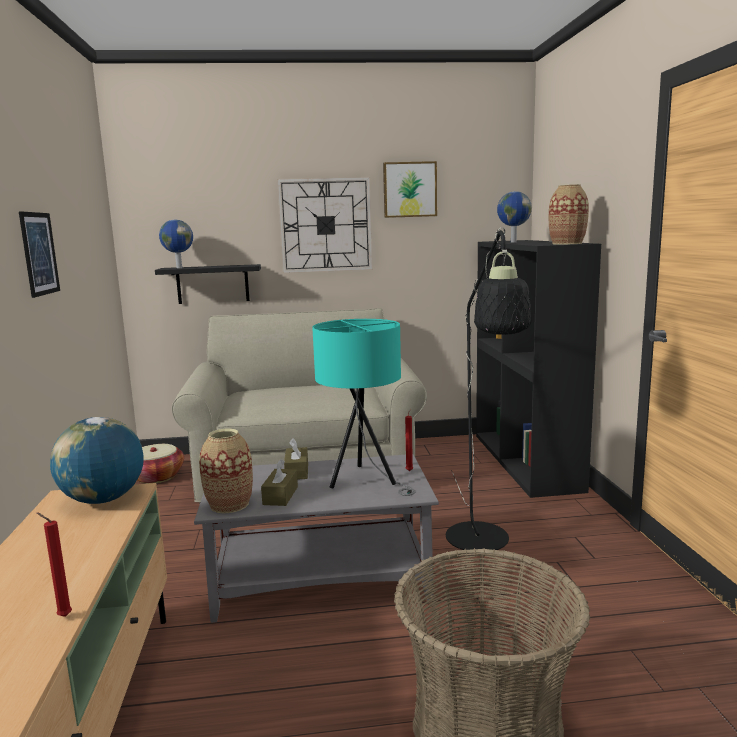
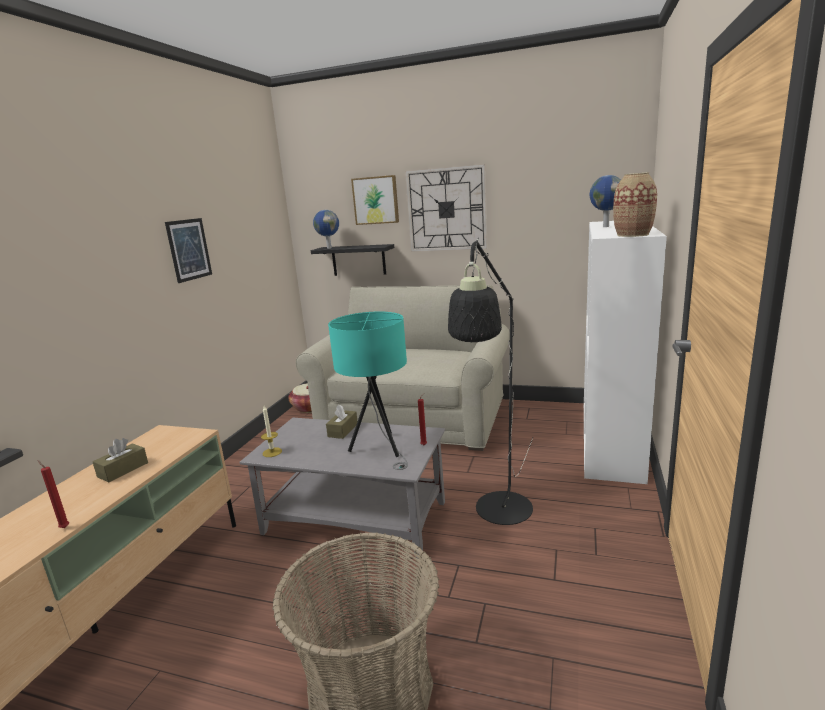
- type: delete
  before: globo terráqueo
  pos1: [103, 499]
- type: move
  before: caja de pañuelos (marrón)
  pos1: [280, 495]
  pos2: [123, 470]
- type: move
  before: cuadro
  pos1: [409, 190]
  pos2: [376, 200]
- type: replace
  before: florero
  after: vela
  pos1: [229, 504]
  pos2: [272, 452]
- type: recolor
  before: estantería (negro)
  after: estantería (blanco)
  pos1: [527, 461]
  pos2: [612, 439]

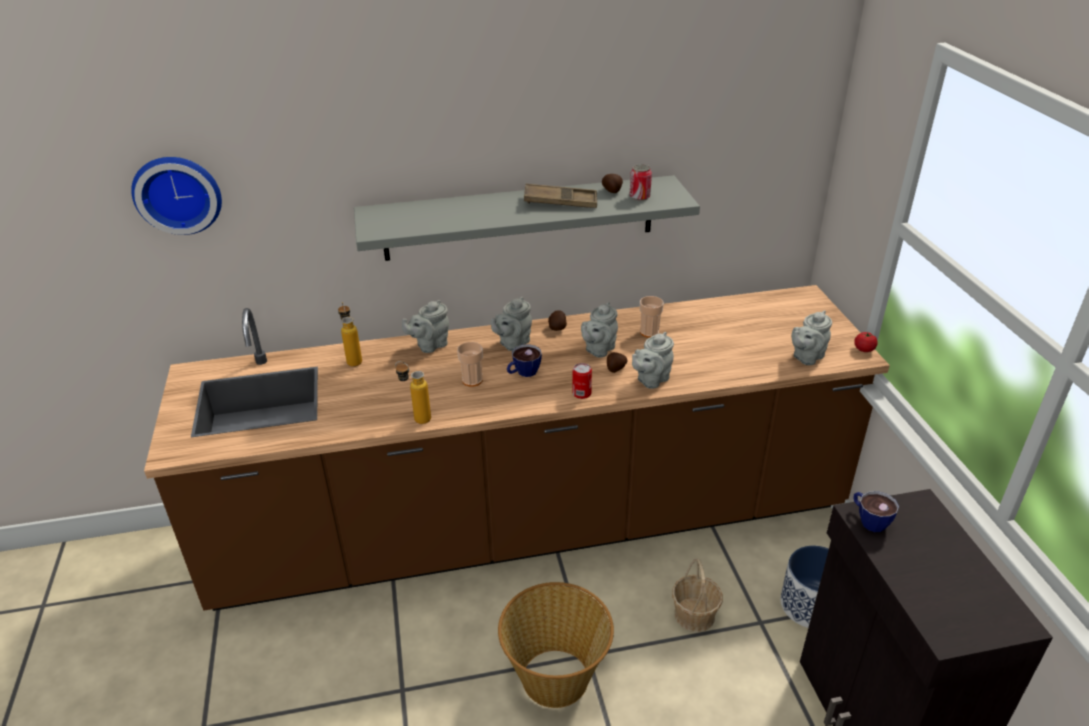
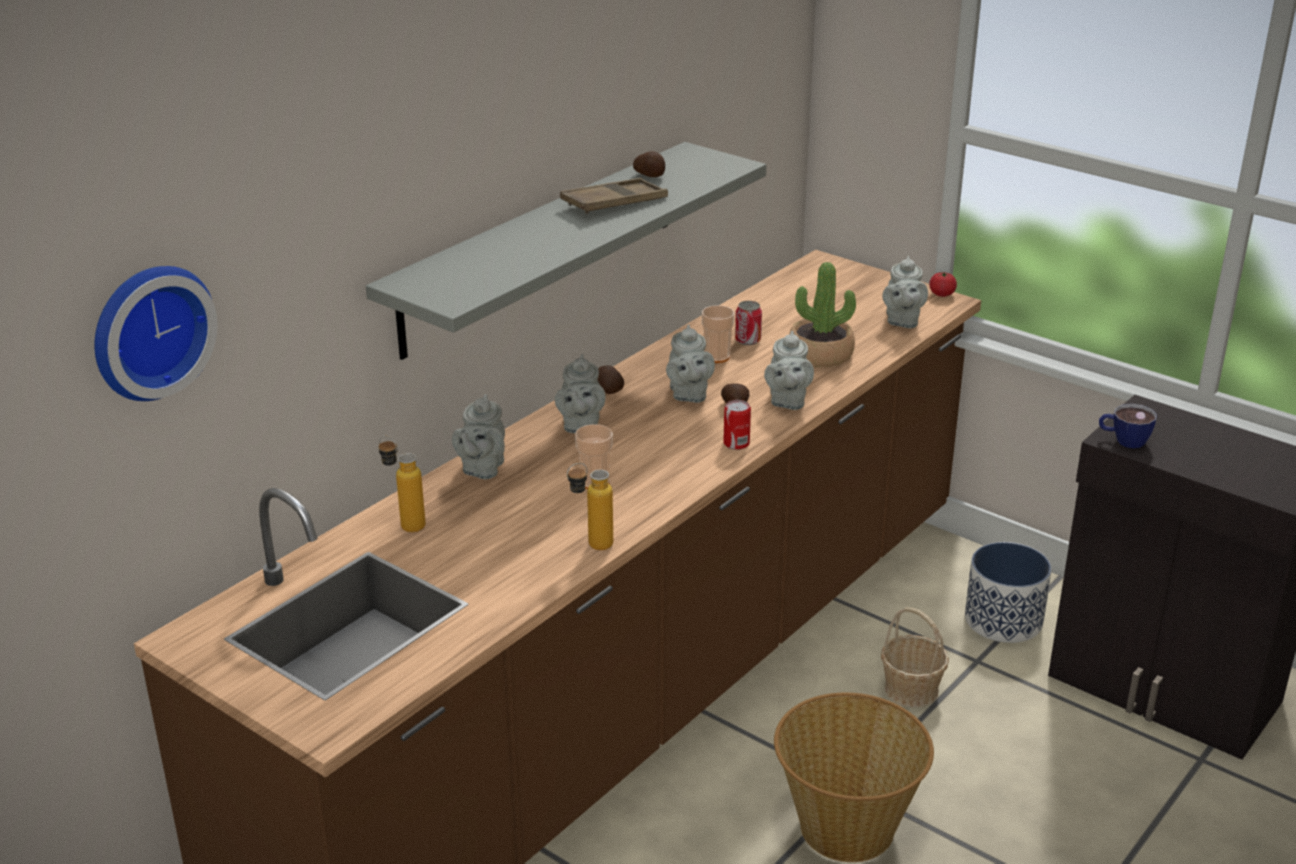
- type: delete
  before: taza
  pos1: [523, 373]
- type: insert
  after: planta en maceta
  pos2: [820, 355]
- type: move
  before: lata
  pos1: [639, 197]
  pos2: [747, 340]

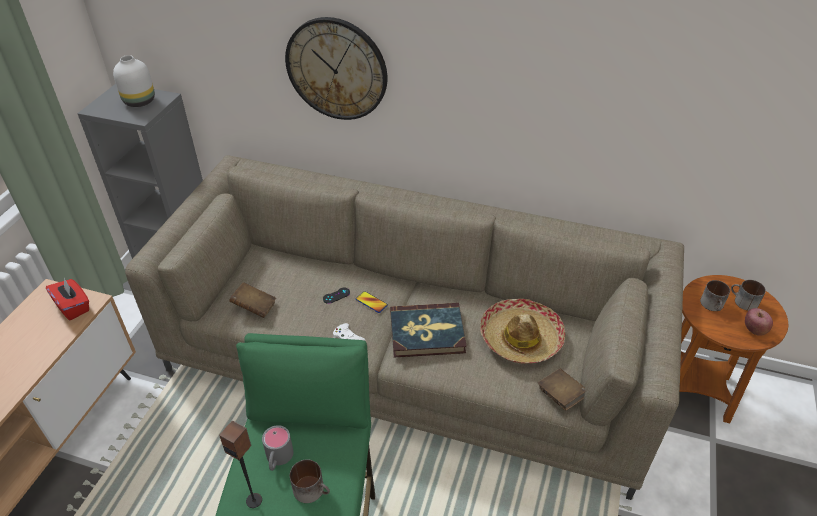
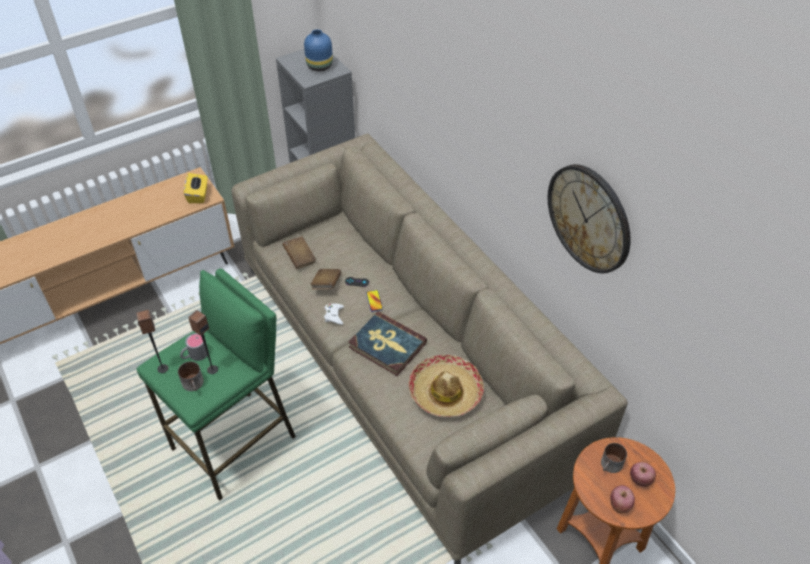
- type: insert
  after: altavoz
  pos2: [212, 369]
- type: move
  before: reloj de pared
  pos1: [336, 69]
  pos2: [589, 218]
- type: move
  before: libro (marrón)
  pos1: [561, 396]
  pos2: [326, 285]
- type: replace
  before: taza grande
  after: manzana
  pos1: [742, 302]
  pos2: [640, 480]
- type: recolor
  before: caja de pañuelos (rojo)
  after: caja de pañuelos (amarillo)
  pos1: [73, 307]
  pos2: [198, 195]
- type: recolor
  before: florero (blanco)
  after: florero (azul)
  pos1: [138, 102]
  pos2: [319, 66]

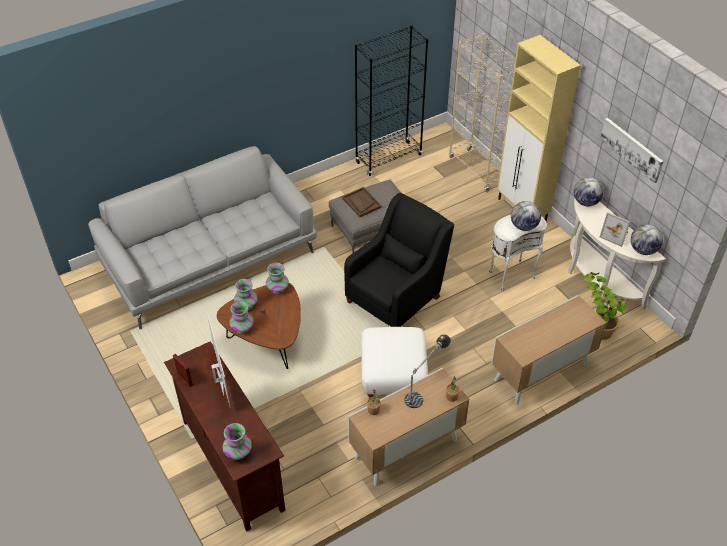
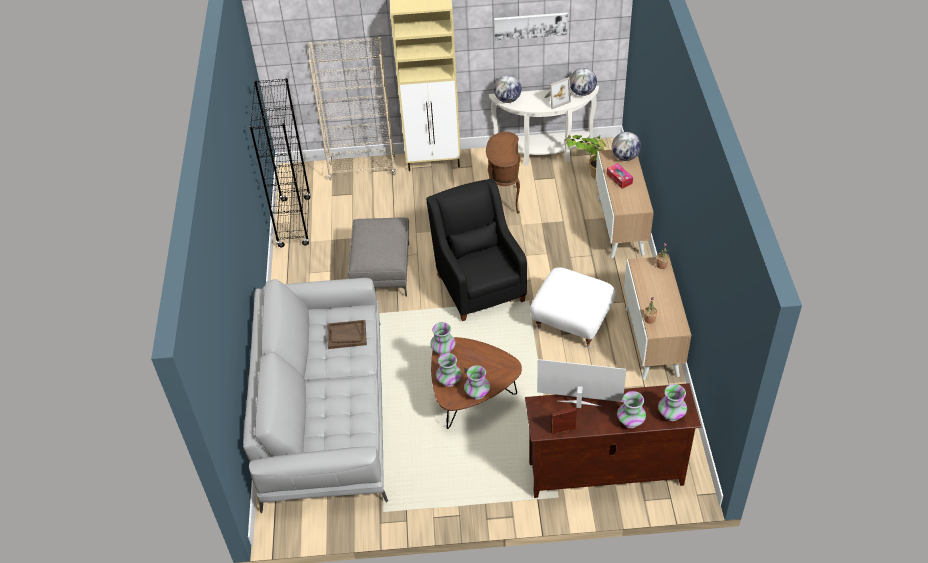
- type: delete
  before: lámpara de mesa
  pos1: [425, 387]
- type: insert
  after: caja de pañuelos
  pos2: [619, 179]
- type: insert
  after: florero
  pos2: [630, 421]
- type: move
  before: bandeja (marrón)
  pos1: [361, 203]
  pos2: [346, 335]
- type: move
  before: globo terráqueo
  pos1: [523, 226]
  pos2: [625, 157]
- type: recolor
  before: mesa auxiliar (blanco)
  after: mesa auxiliar (marrón)
  pos1: [510, 274]
  pos2: [503, 200]

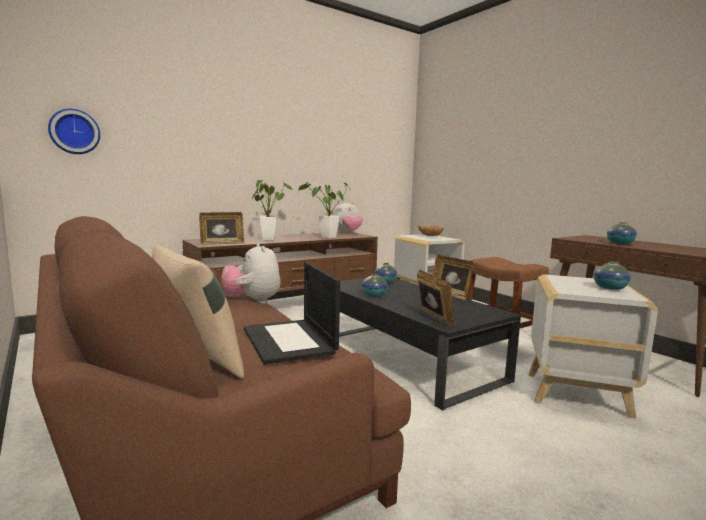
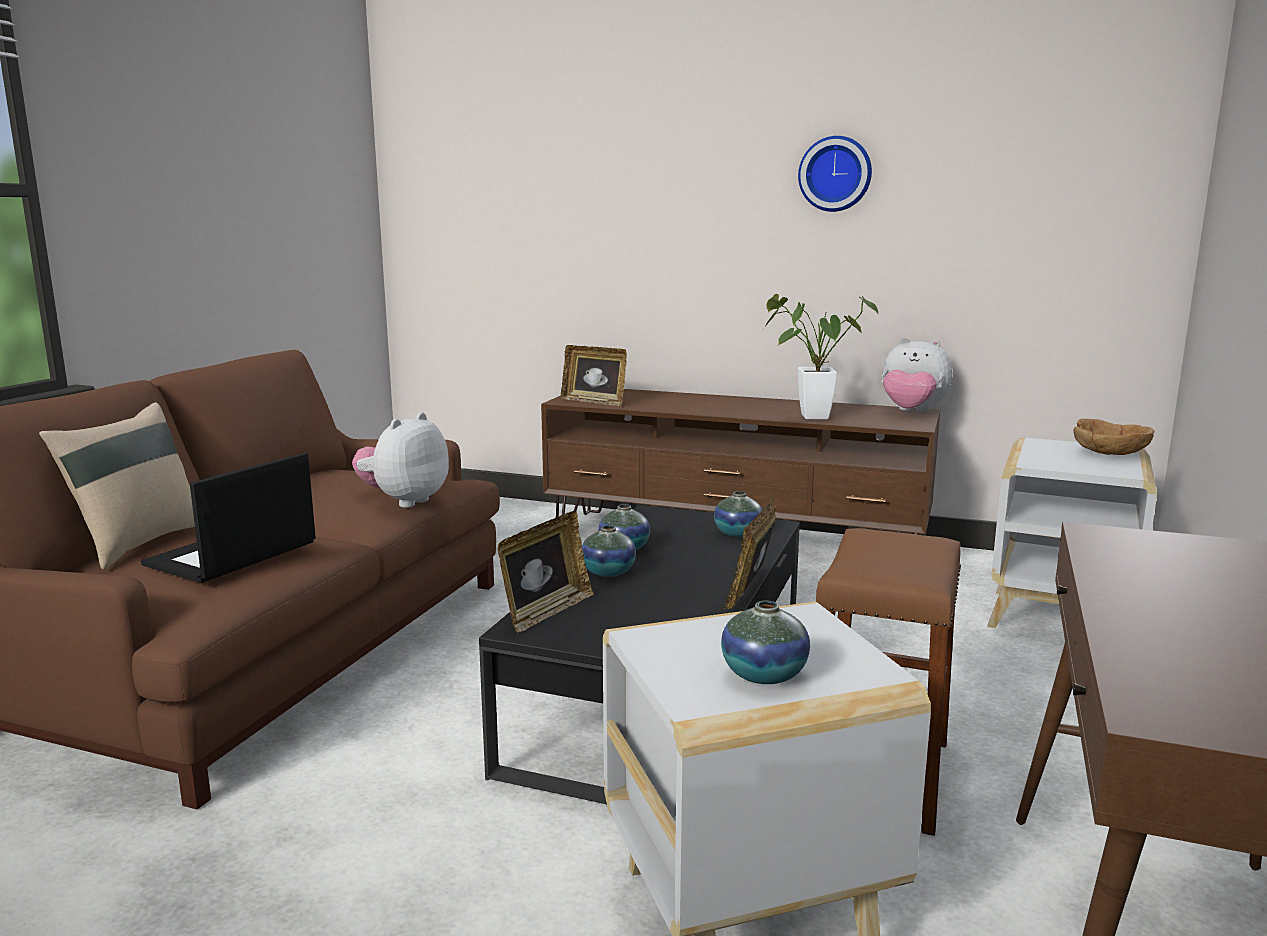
- type: delete
  before: planta en maceta
  pos1: [268, 239]
- type: move
  before: reloj de pared
  pos1: [74, 132]
  pos2: [835, 174]
- type: move
  before: florero
  pos1: [620, 243]
  pos2: [608, 572]

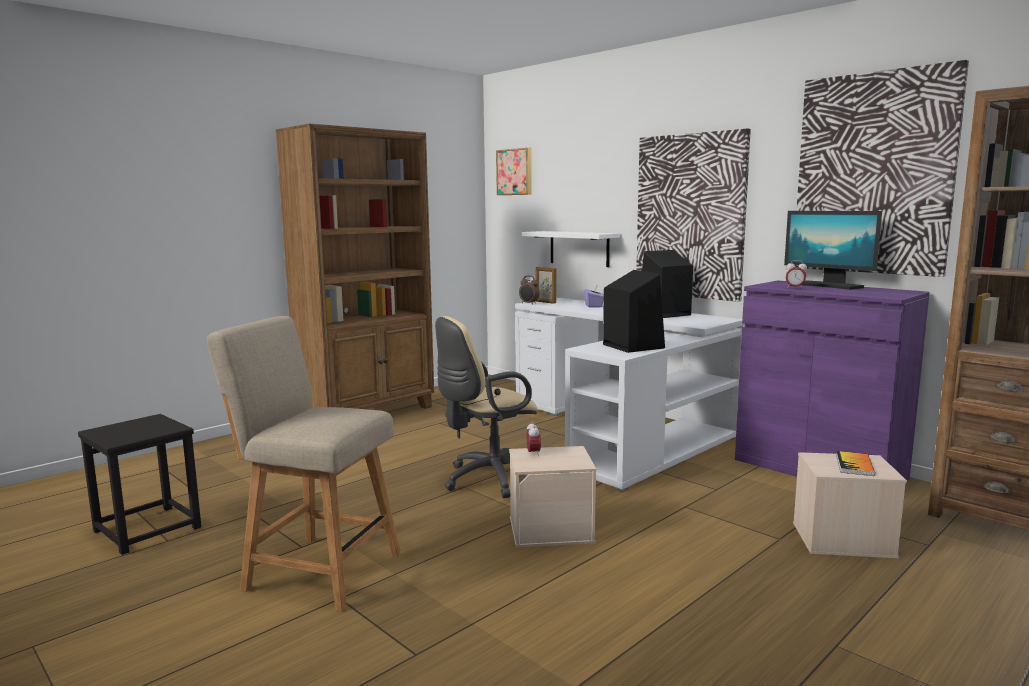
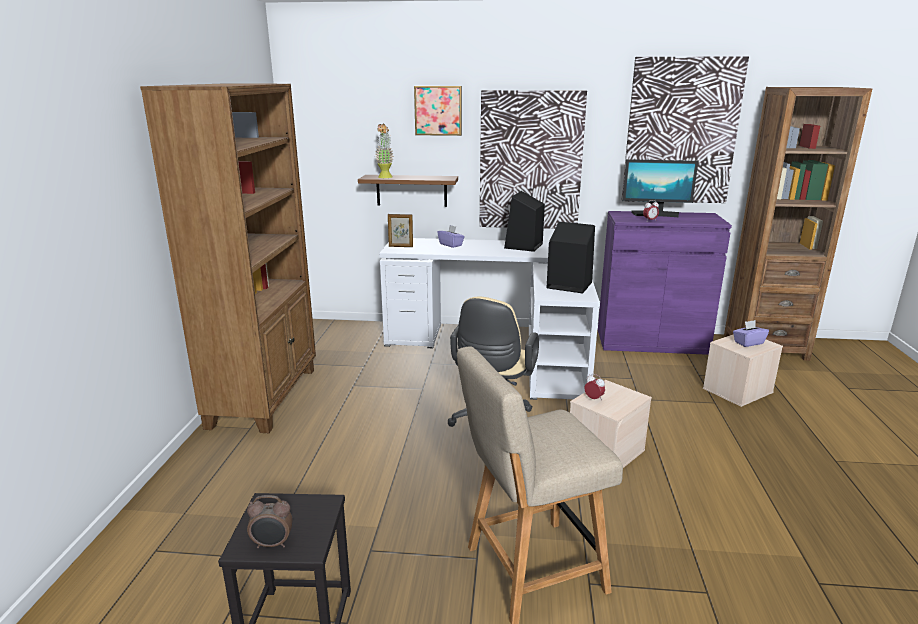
- type: insert
  after: planta en maceta
  pos2: [385, 177]
- type: move
  before: cuadro
  pos1: [515, 172]
  pos2: [438, 110]
- type: move
  before: despertador
  pos1: [528, 303]
  pos2: [272, 544]
- type: replace
  before: libro
  after: caja de pañuelos (morado)
  pos1: [854, 465]
  pos2: [748, 343]
- type: recolor
  before: estante (blanco)
  after: estante (marrón)
  pos1: [579, 248]
  pos2: [411, 190]

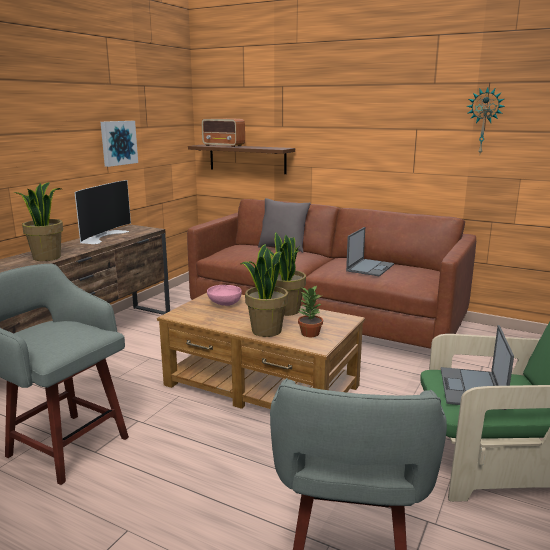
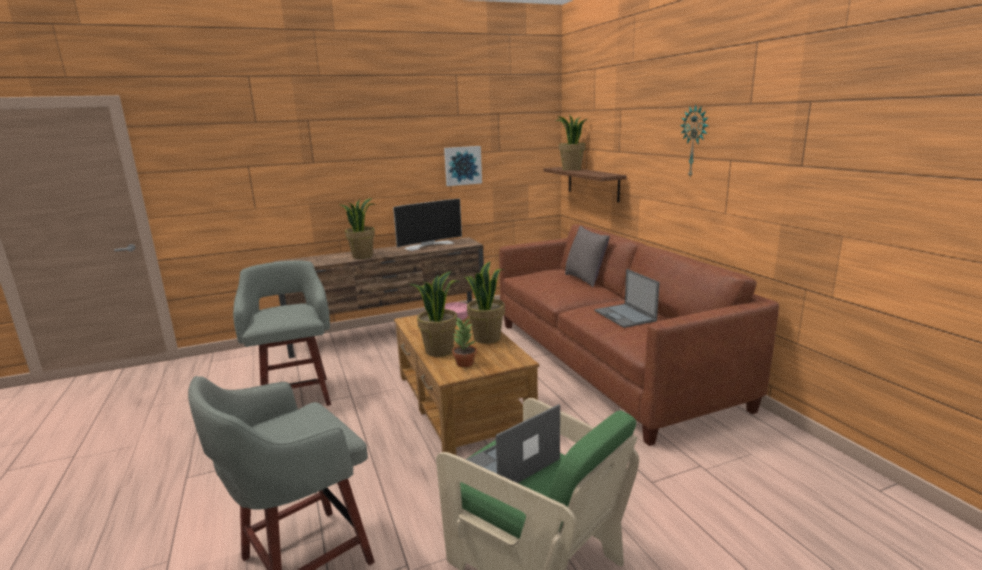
- type: move
  before: reloj de pared
  pos1: [484, 121]
  pos2: [695, 142]
- type: replace
  before: radio
  after: planta en maceta
  pos1: [224, 146]
  pos2: [571, 169]
- type: rotate
  before: portátil
  pos1: [370, 267]
  pos2: [625, 316]
  turn: 90

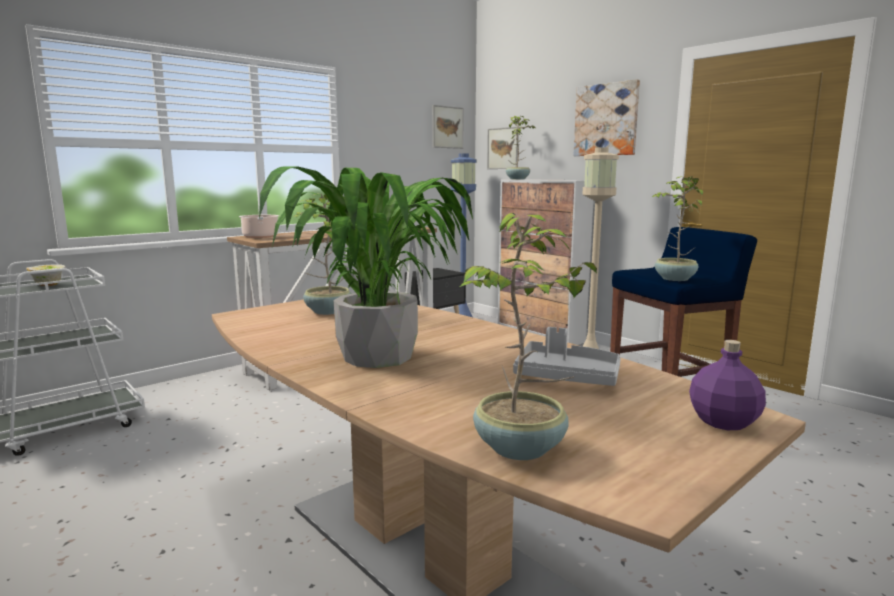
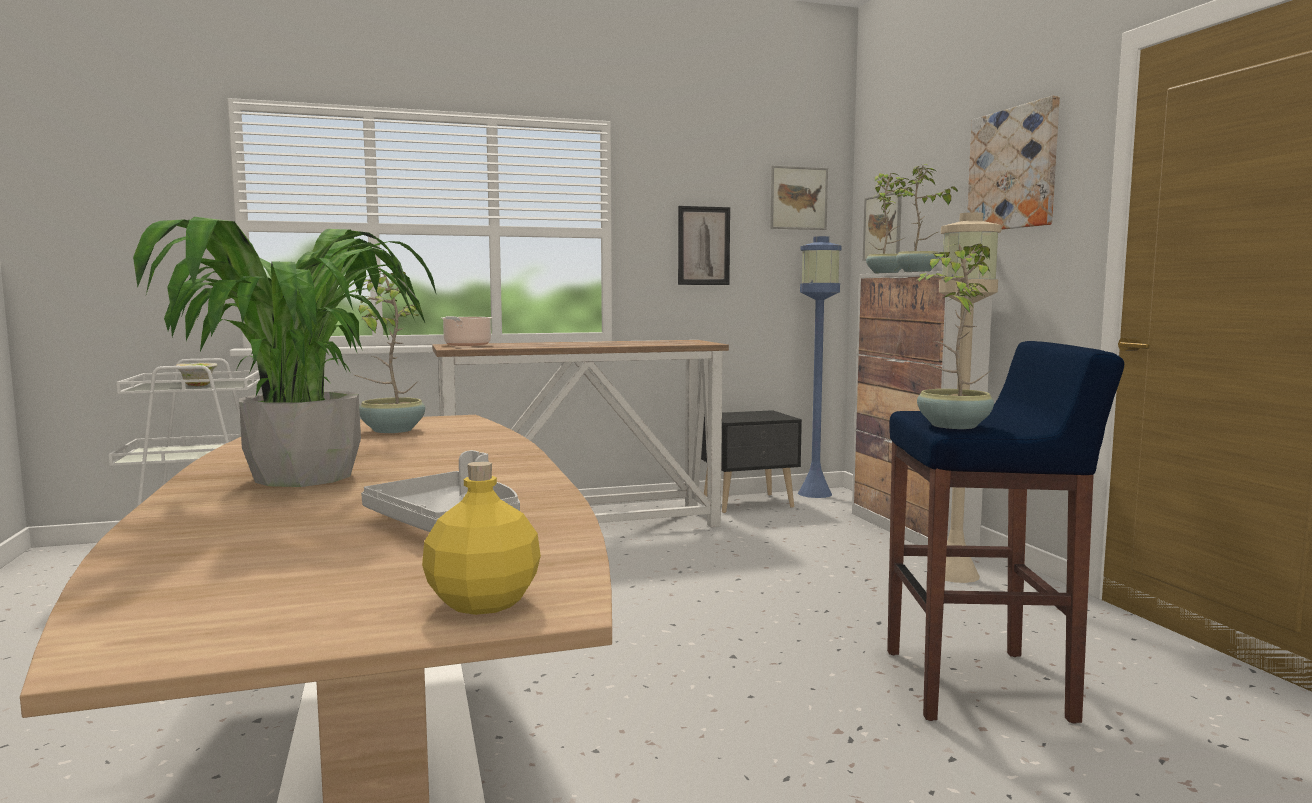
- type: insert
  after: cuadro
  pos2: [703, 246]
- type: move
  before: planta en maceta
  pos1: [521, 448]
  pos2: [918, 272]
- type: recolor
  before: botella (morado)
  after: botella (amarillo)
  pos1: [723, 422]
  pos2: [482, 603]

